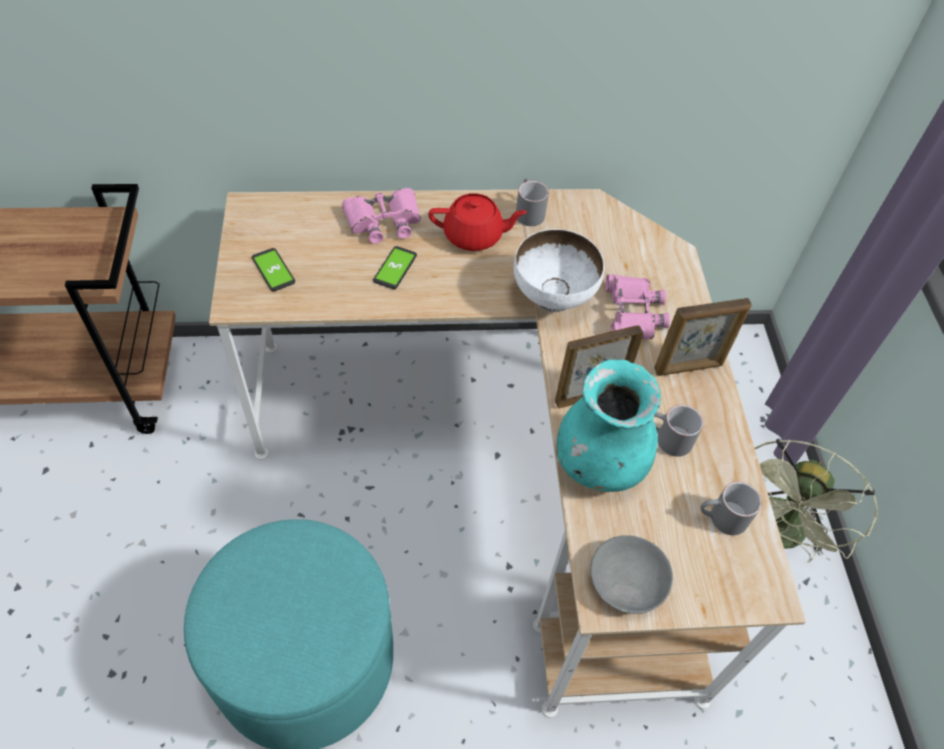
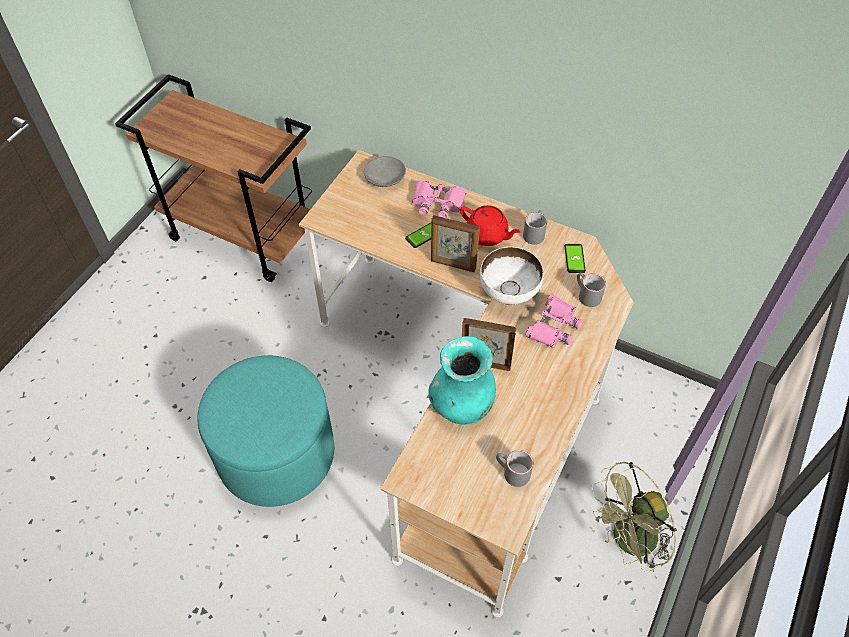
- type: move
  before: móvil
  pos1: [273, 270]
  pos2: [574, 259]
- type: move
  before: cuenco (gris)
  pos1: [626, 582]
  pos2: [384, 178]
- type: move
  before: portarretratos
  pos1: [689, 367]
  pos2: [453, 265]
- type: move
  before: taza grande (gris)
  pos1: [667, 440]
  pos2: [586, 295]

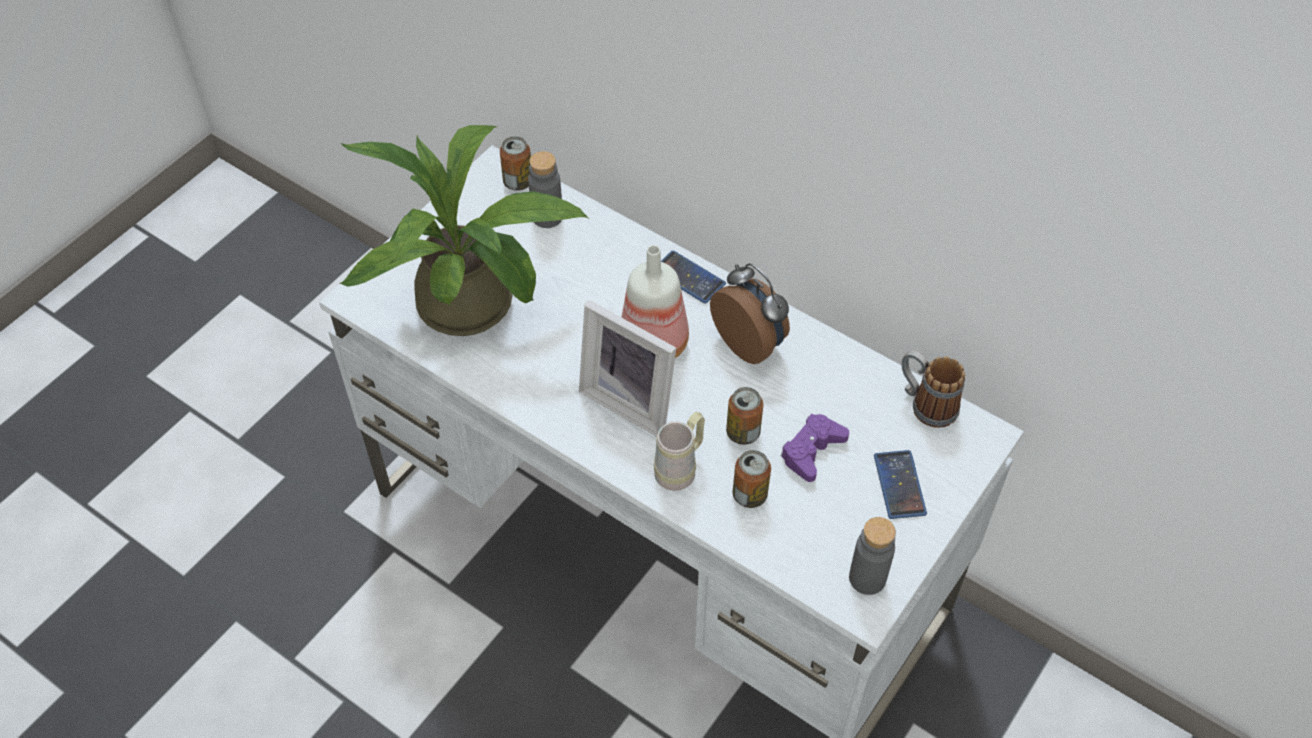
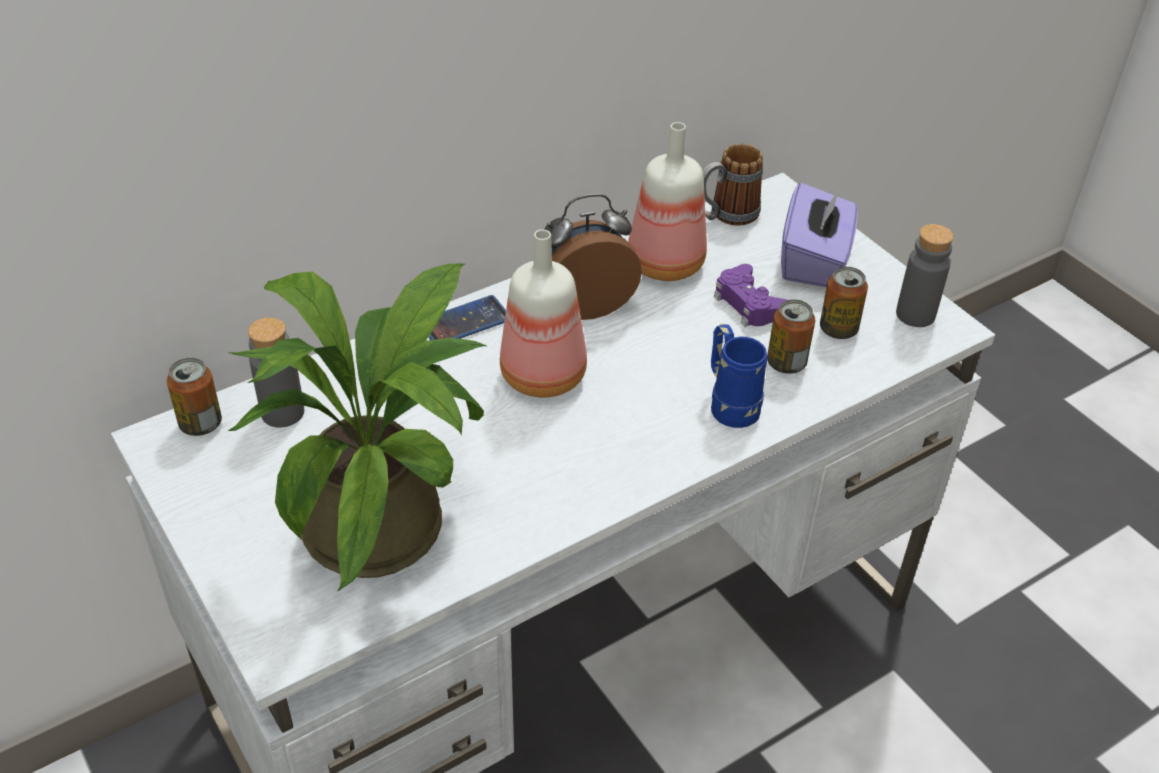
- type: delete
  before: portarretratos
  pos1: [632, 400]
- type: insert
  after: botella
  pos2: [665, 265]
- type: move
  before: lata
  pos1: [743, 432]
  pos2: [838, 329]
- type: replace
  before: móvil
  after: caja de pañuelos (morado)
  pos1: [899, 485]
  pos2: [814, 261]
- type: recolor
  before: taza grande (beis)
  after: taza grande (azul)
  pos1: [681, 468]
  pos2: [730, 404]

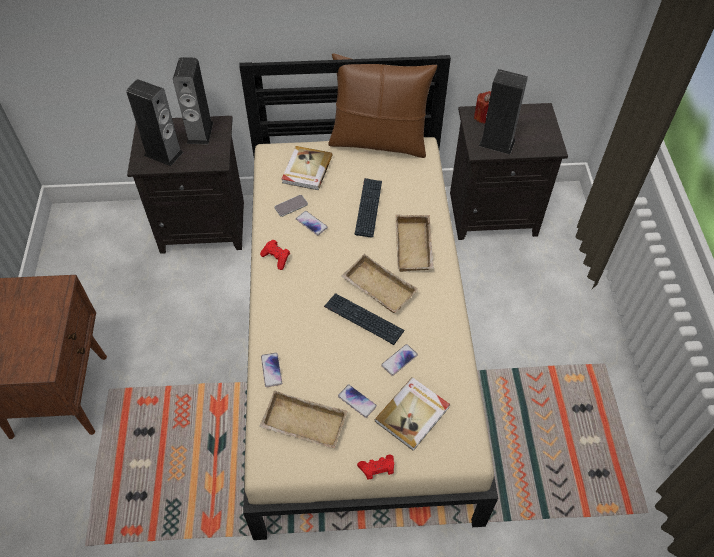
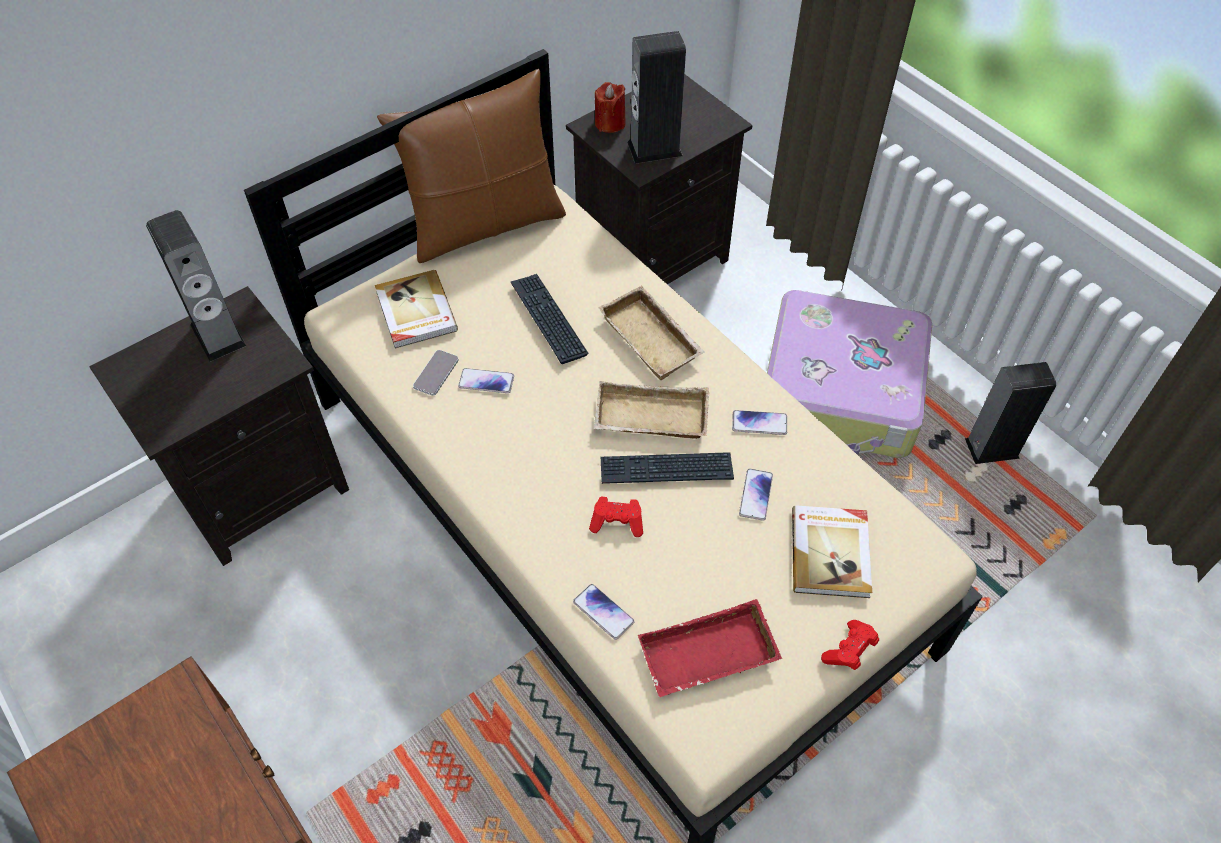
- type: insert
  after: maleta
  pos2: [841, 392]
- type: move
  before: altavoz
  pos1: [163, 153]
  pos2: [991, 449]
- type: move
  before: mando de consola (rojo)
  pos1: [276, 258]
  pos2: [617, 522]
- type: move
  before: móvil
  pos1: [357, 401]
  pos2: [759, 423]
- type: recolor
  before: bandeja (beis)
  after: bandeja (rojo)
  pos1: [302, 425]
  pos2: [707, 658]

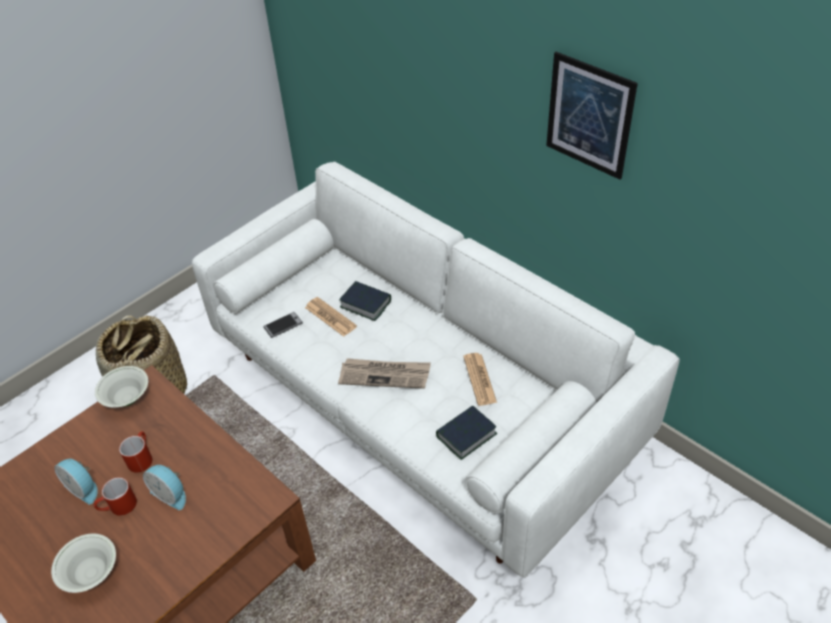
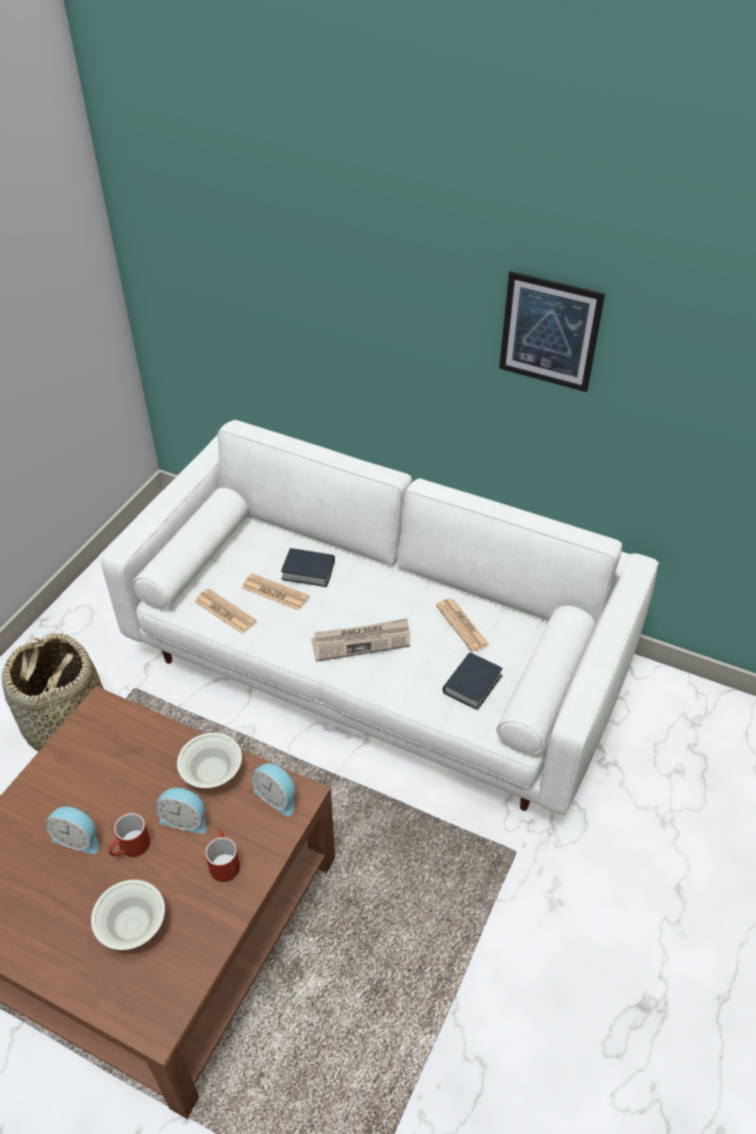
- type: insert
  after: despertador
  pos2: [277, 796]
- type: move
  before: cuenco (blanco)
  pos1: [127, 398]
  pos2: [212, 773]
- type: move
  before: taza grande (rojo)
  pos1: [141, 457]
  pos2: [223, 862]
- type: replace
  before: móvil
  after: periódico
  pos1: [283, 325]
  pos2: [225, 612]

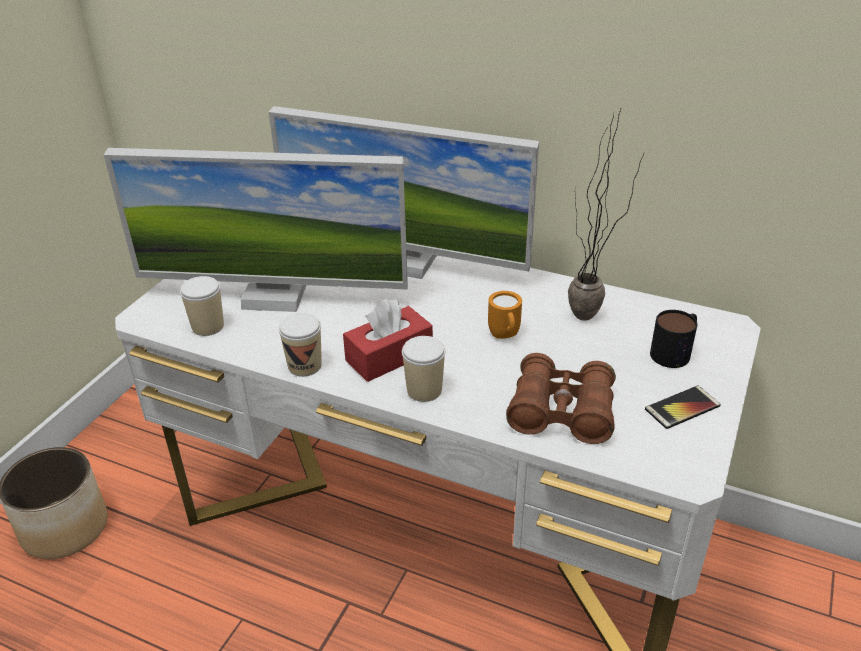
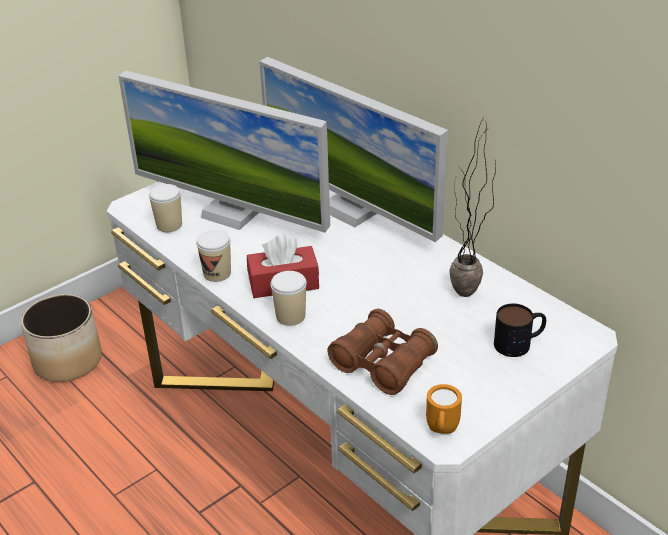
- type: delete
  before: móvil
  pos1: [682, 408]
- type: move
  before: taza grande (naranja)
  pos1: [505, 337]
  pos2: [442, 431]

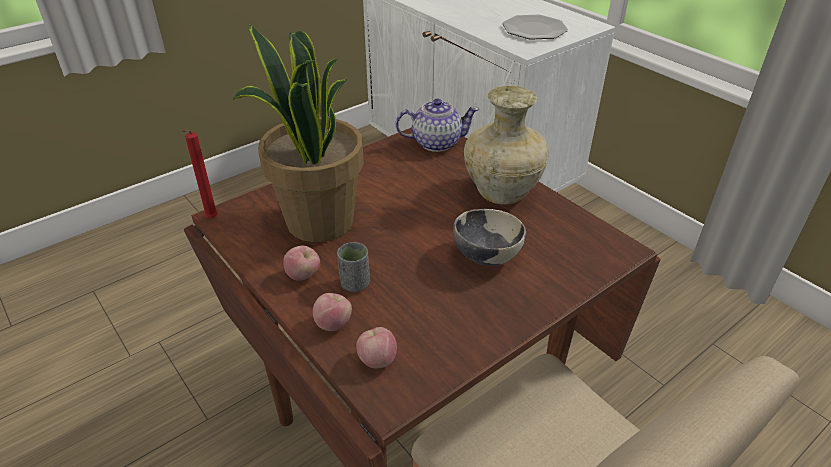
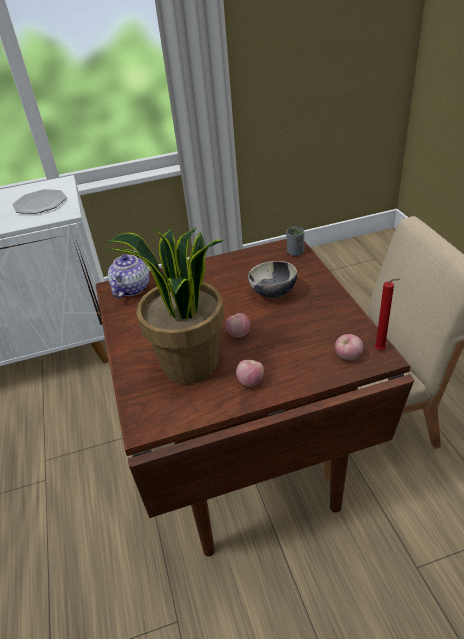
- type: delete
  before: florero (beis)
  pos1: [503, 191]
- type: move
  before: vela (rojo)
  pos1: [211, 219]
  pos2: [381, 351]
- type: move
  before: manzana
  pos1: [333, 324]
  pos2: [238, 334]
- type: move
  before: taza (gris)
  pos1: [355, 283]
  pos2: [295, 252]

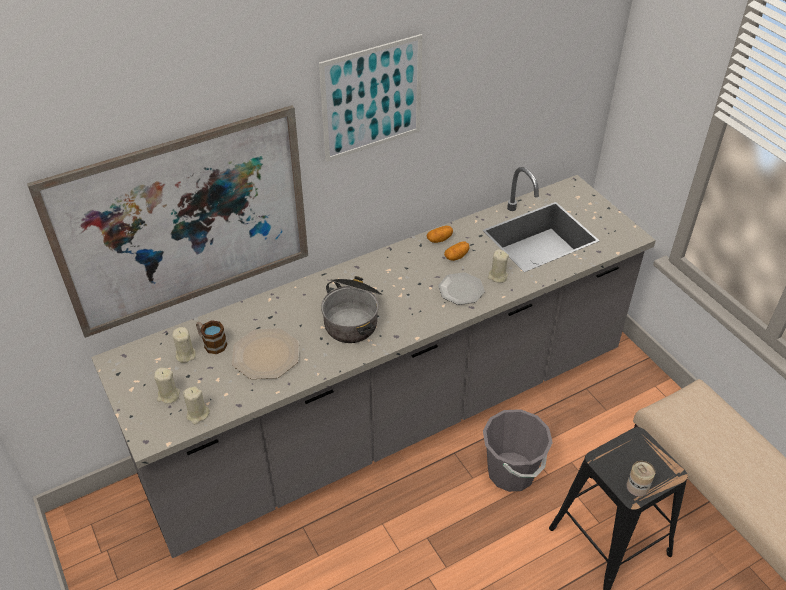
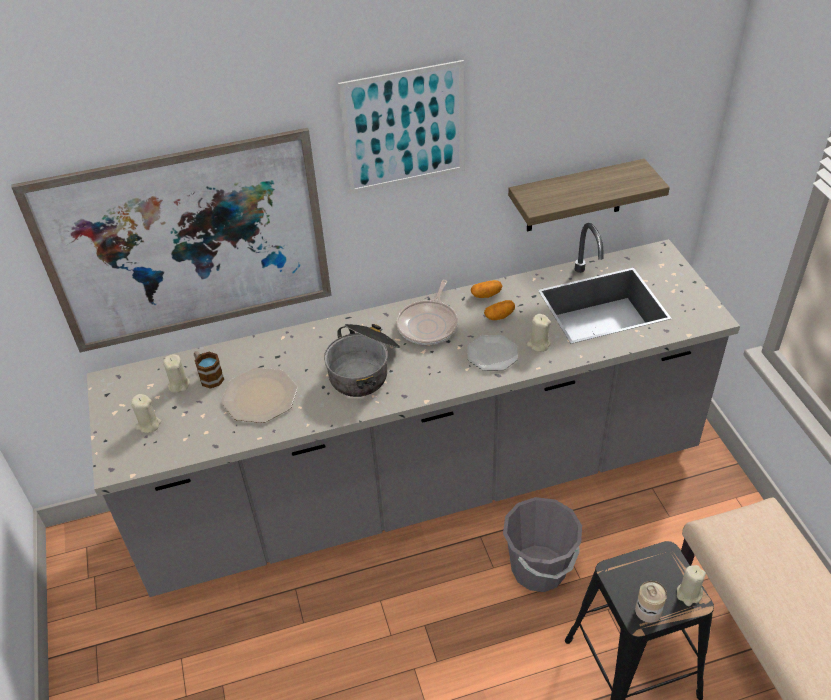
- type: insert
  after: sartén
  pos2: [429, 324]
- type: insert
  after: estante
  pos2: [575, 196]
- type: move
  before: vela (beis)
  pos1: [197, 414]
  pos2: [688, 594]

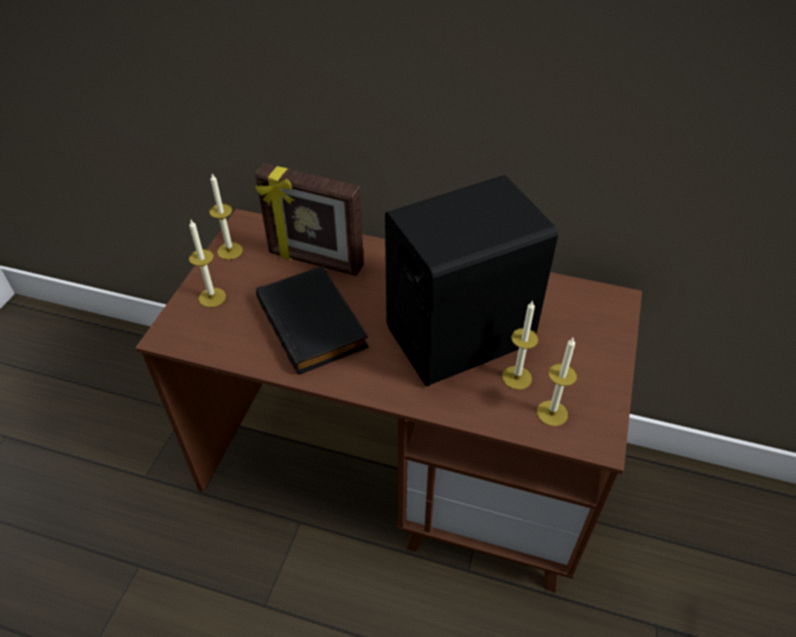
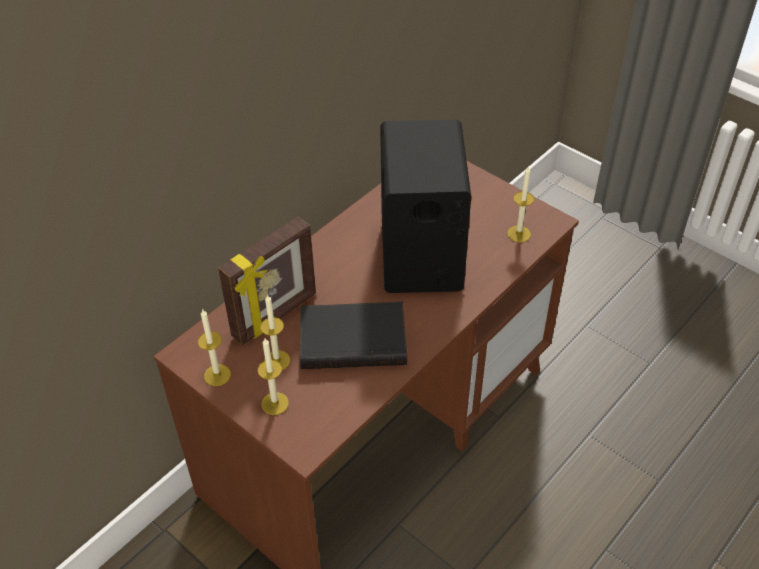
- type: move
  before: vela
  pos1: [516, 377]
  pos2: [277, 361]

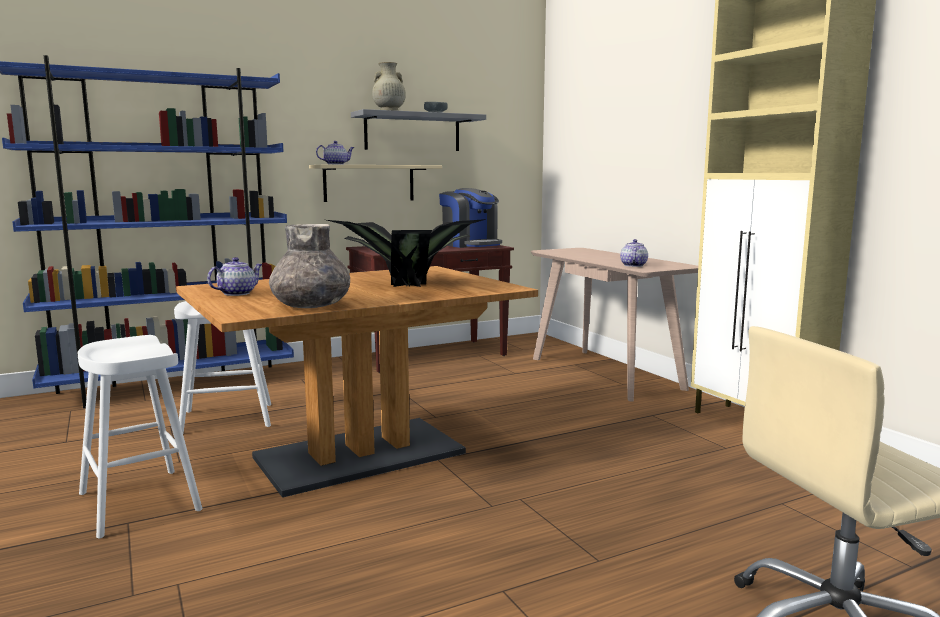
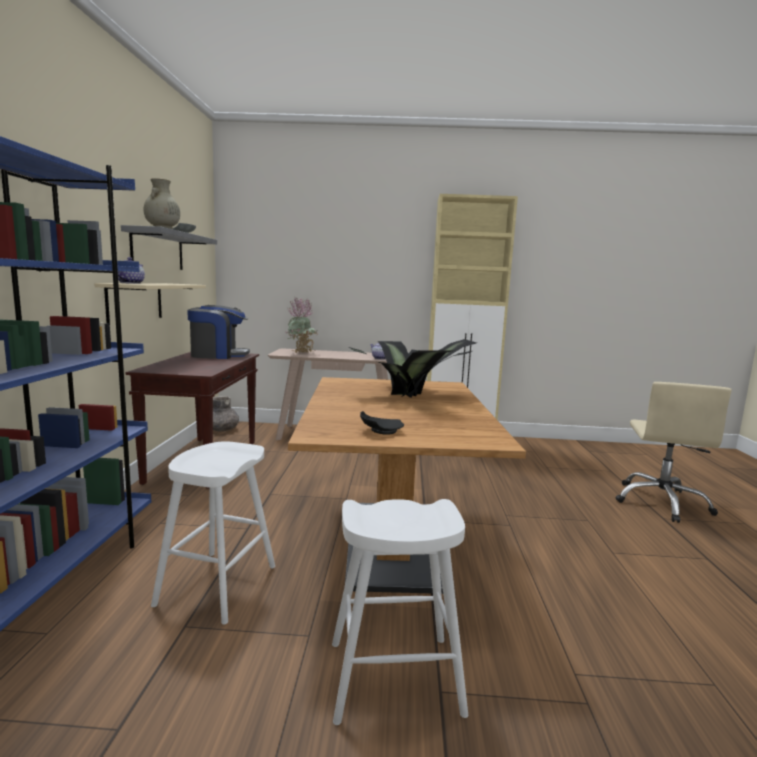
- type: insert
  after: planta en maceta
  pos2: [301, 353]
- type: move
  before: florero (gris)
  pos1: [312, 306]
  pos2: [222, 429]
- type: replace
  before: tetera
  after: plato (negro)
  pos1: [237, 293]
  pos2: [380, 431]

